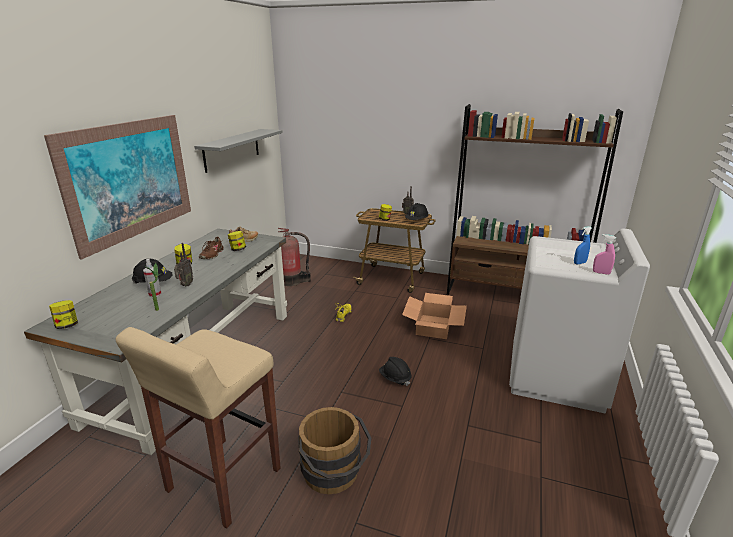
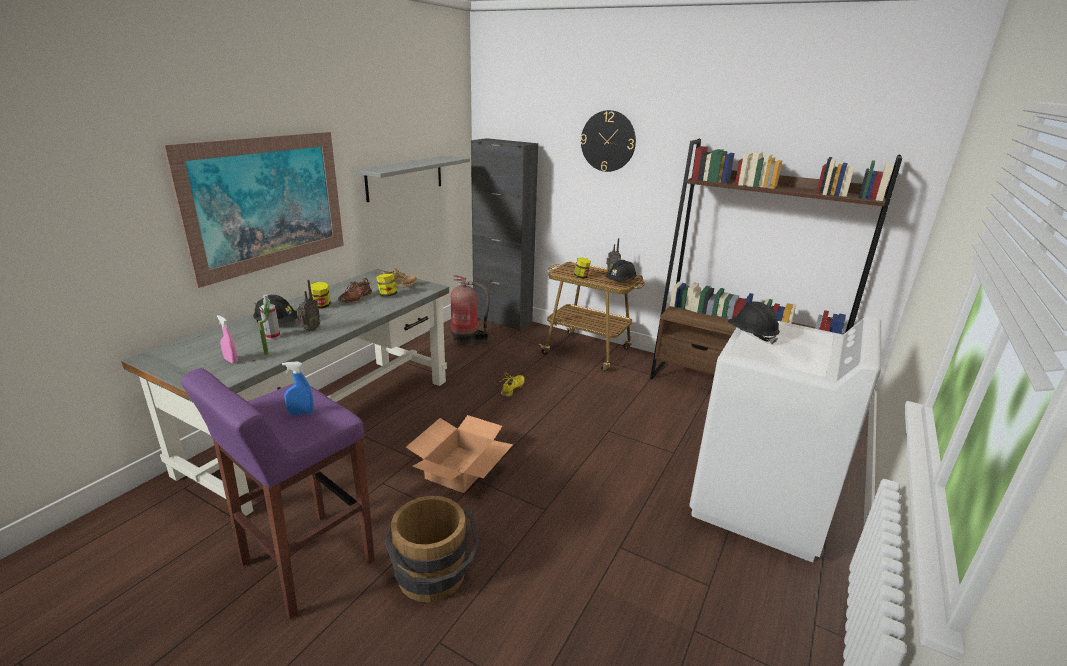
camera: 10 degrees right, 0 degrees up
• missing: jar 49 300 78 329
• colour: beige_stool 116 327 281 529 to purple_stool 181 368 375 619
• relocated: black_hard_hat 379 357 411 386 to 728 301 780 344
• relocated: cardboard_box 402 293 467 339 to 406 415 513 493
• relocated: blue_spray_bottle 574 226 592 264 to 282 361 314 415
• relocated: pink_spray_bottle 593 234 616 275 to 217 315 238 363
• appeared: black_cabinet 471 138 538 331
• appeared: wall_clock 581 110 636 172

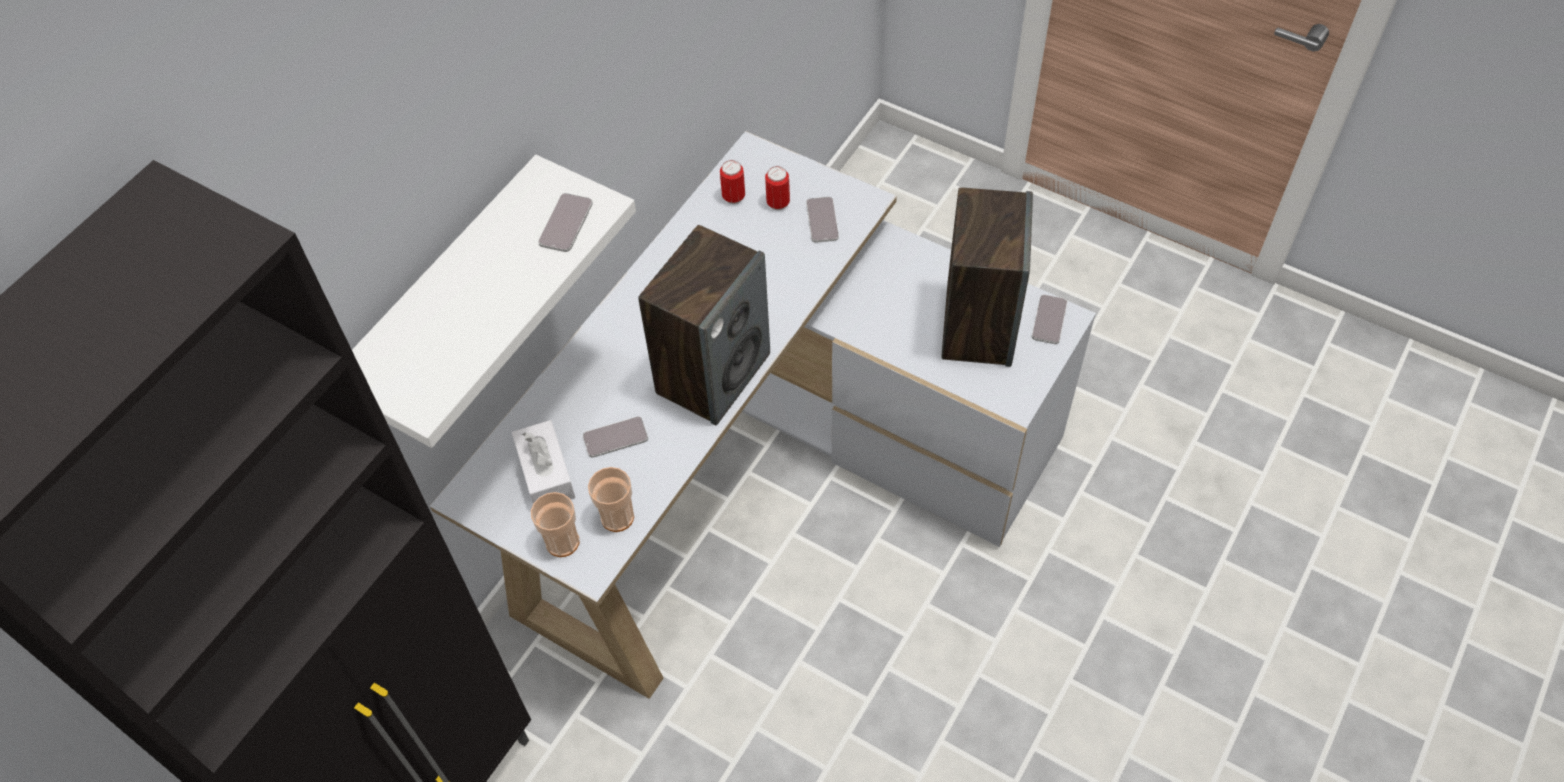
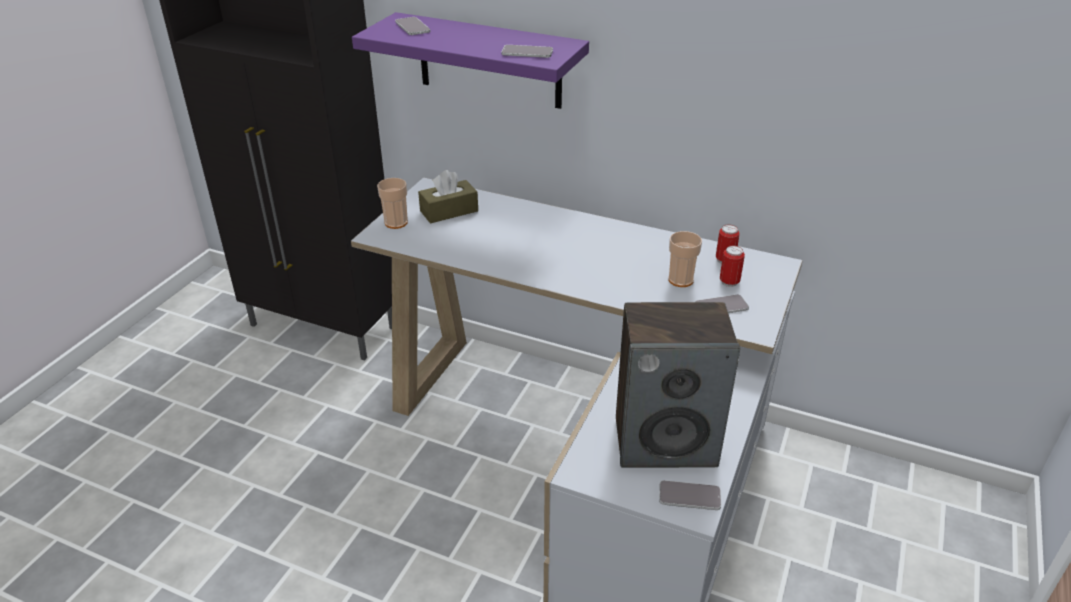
camera: 80 degrees right, 20 degrees down
• colour: white_shelf 352 155 636 448 to purple_shelf 352 12 589 109
• colour: white_tissue_box 512 420 575 503 to brown_tissue_box 418 170 478 223
• relocated: phone 583 416 648 458 to 395 17 430 35
• relocated: cup 588 467 634 532 to 668 231 702 287
• missing: speaker 638 225 770 425

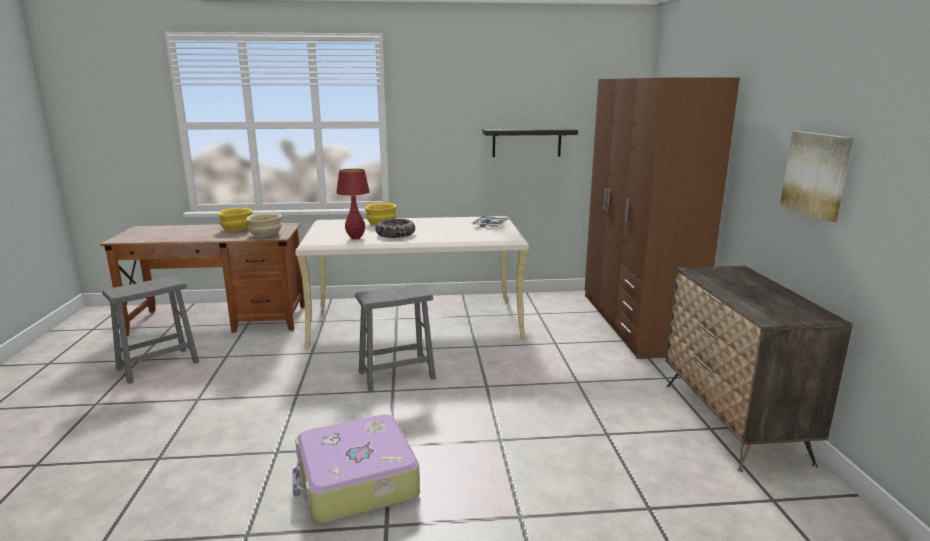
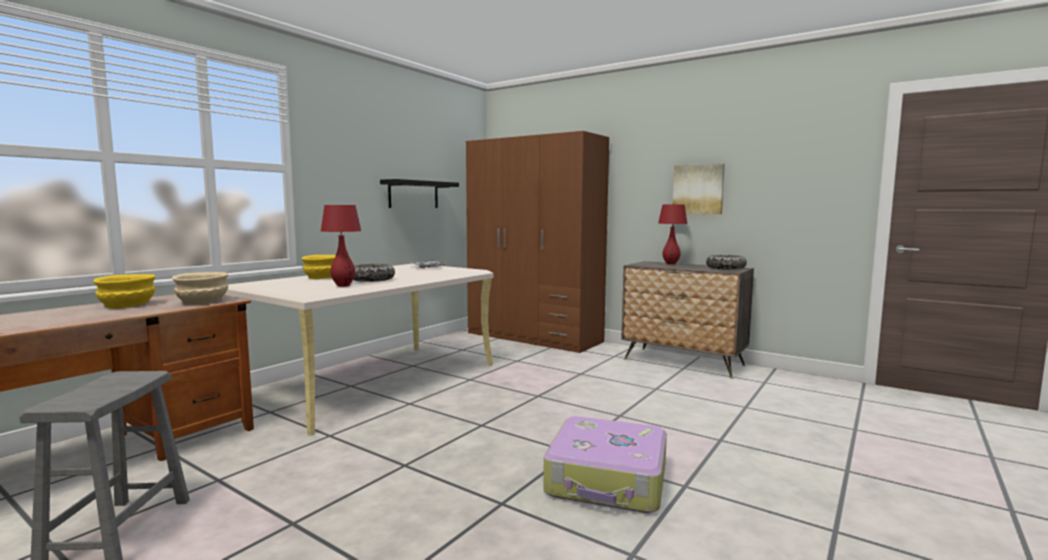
camera: 50 degrees left, 10 degrees down
• missing: grey_stool 355 284 436 392
• appeared: red_table_lamp 658 204 688 265
• appeared: bowl 706 255 747 270

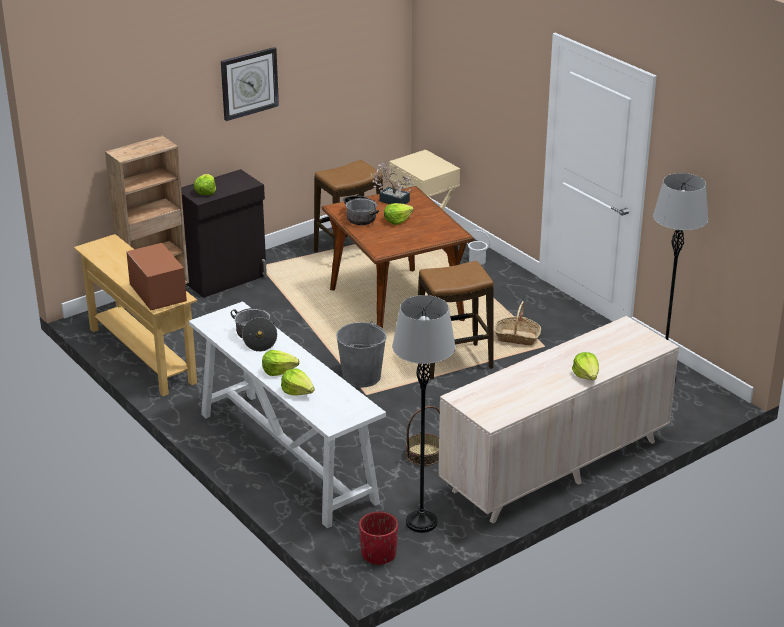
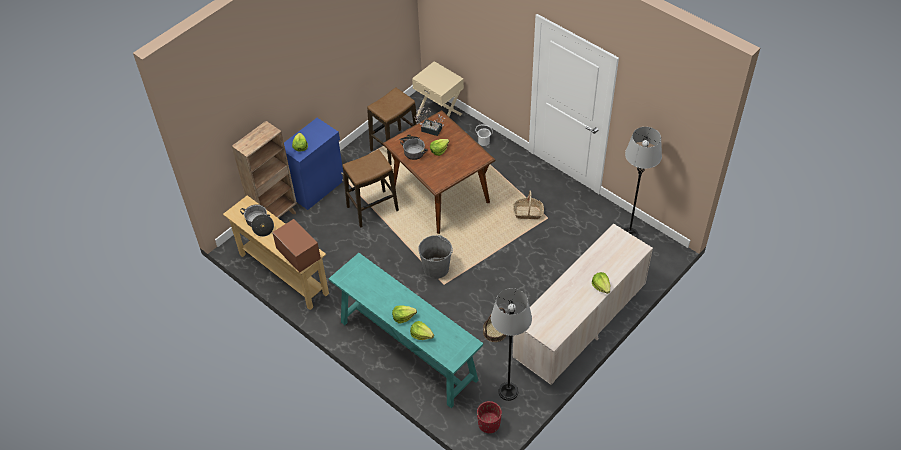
camera: 10 degrees left, 20 degrees up
• colour: black_cabinet 181 169 267 298 to blue_cabinet 284 118 344 210
• colour: white_console_table 189 301 386 528 to turquoise_console_table 329 253 483 408
• missing: wall_clock 221 47 279 121
• relocated: cooking_pot 231 308 277 352 to 240 204 274 237
• relocated: stool 418 261 493 380 to 343 149 399 228

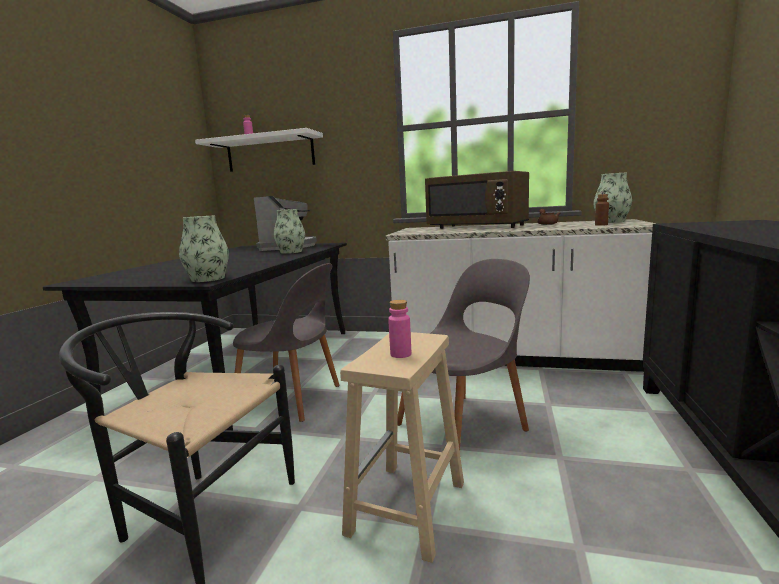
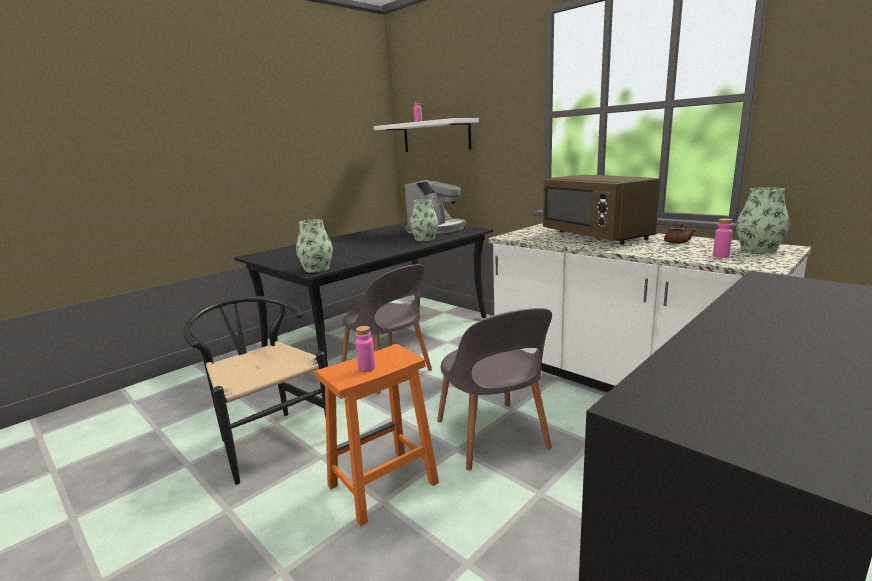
camera: 30 degrees right, 5 degrees up
• colour: beige_stool 340 332 464 563 to orange_stool 315 344 439 526
• spun: grey_chair 397 259 530 451 = 437 308 552 470 75 degrees clockwise
• colour: brown_bottle 595 194 609 226 to pink_bottle 713 218 733 258

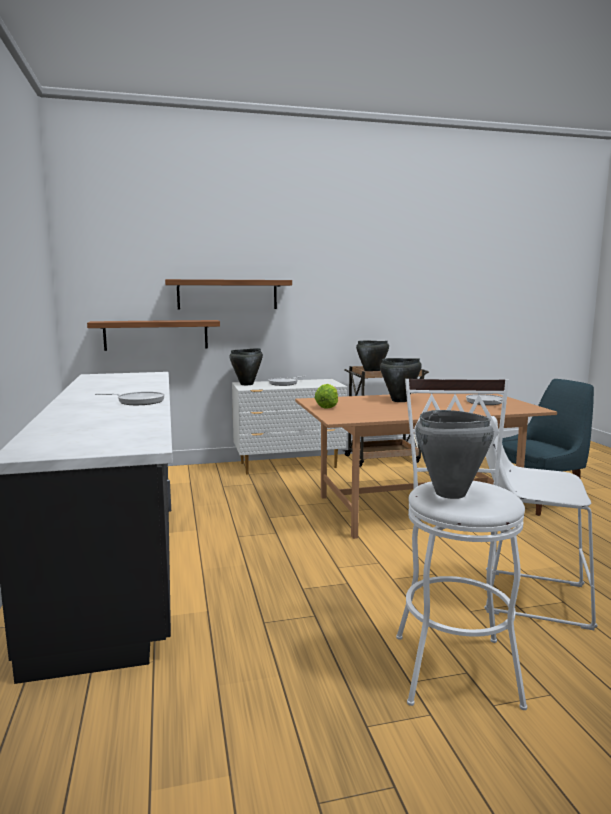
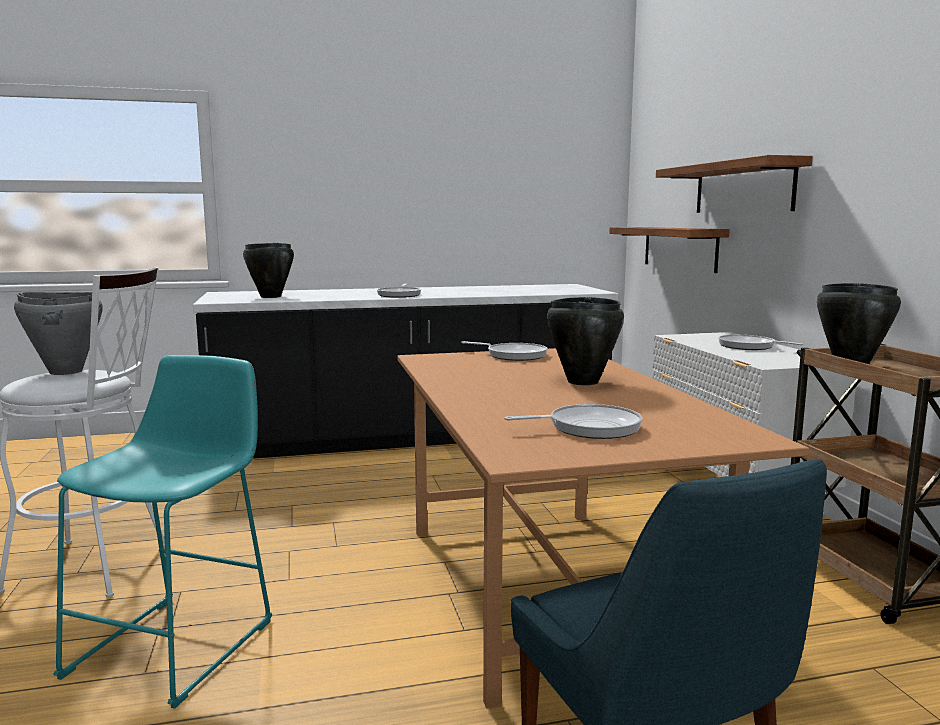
camera: 90 degrees right, 0 degrees up
• relocated: black_cooking_pot 229 348 263 385 to 243 243 294 298
• exchanged: lettuce 315 384 338 409 to frying_pan 461 341 548 361
• colour: white_stool 484 416 598 630 to turquoise_stool 53 355 272 709

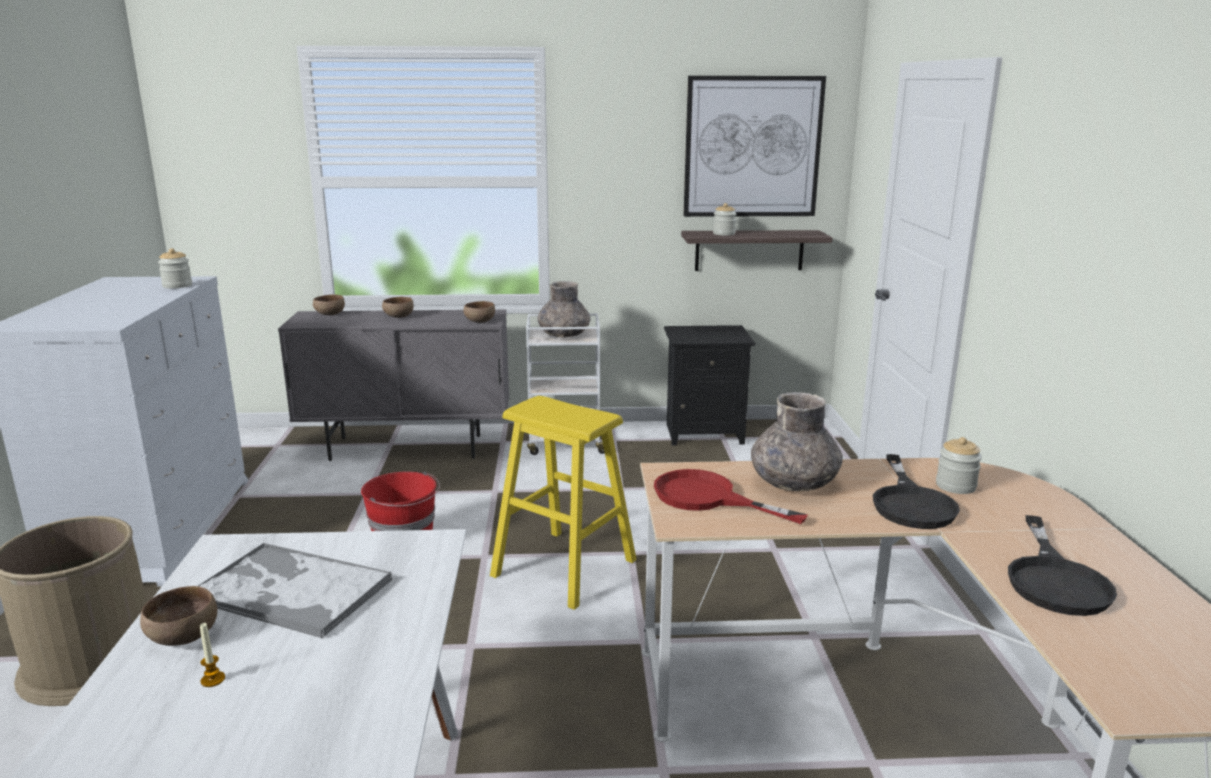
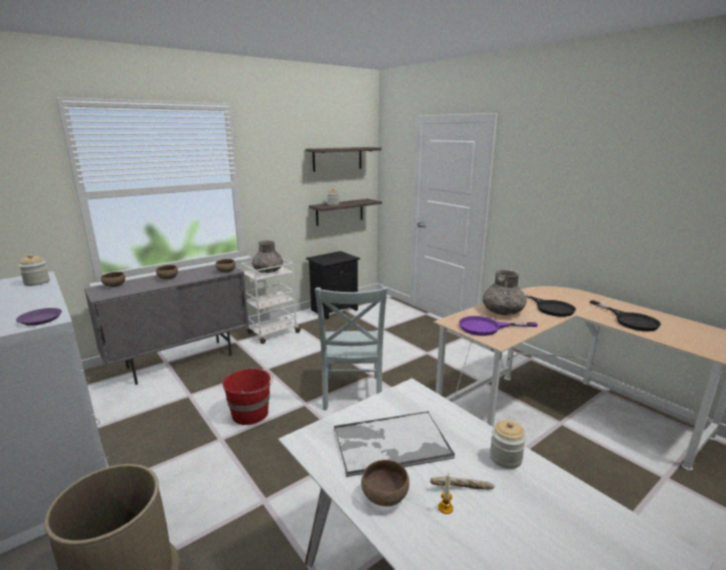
camera: 35 degrees left, 0 degrees up
• exchanged: yellow_stool 490 396 637 610 to grey_chair 315 287 387 410
• colour: red_frying_pan 654 469 808 524 to purple_frying_pan 459 316 538 336
• exchanged: picture 683 76 826 217 to shelf 305 147 382 172
• relocated: jar 936 437 982 494 to 490 420 526 469
• appeared: purple_plate 16 308 62 326
• appeared: bread 430 477 495 490

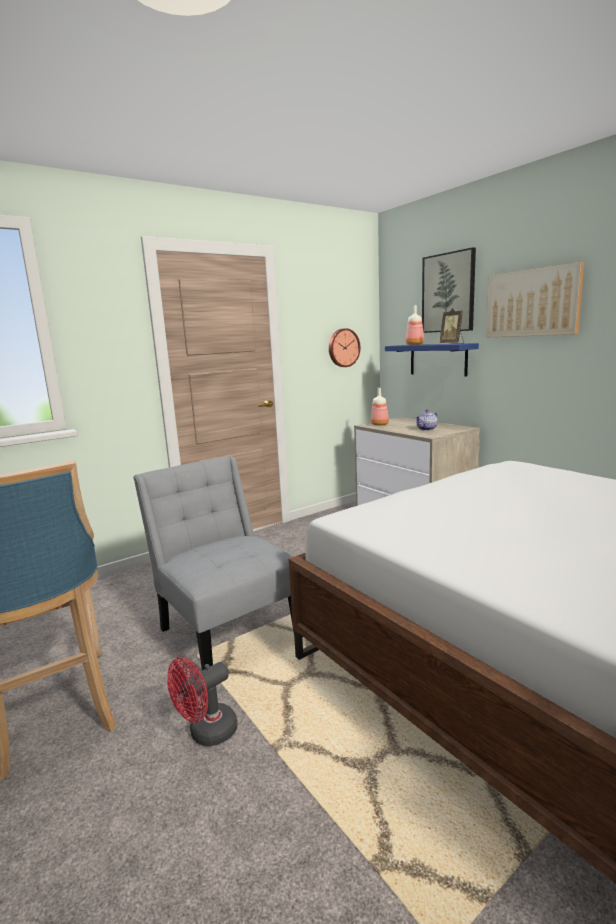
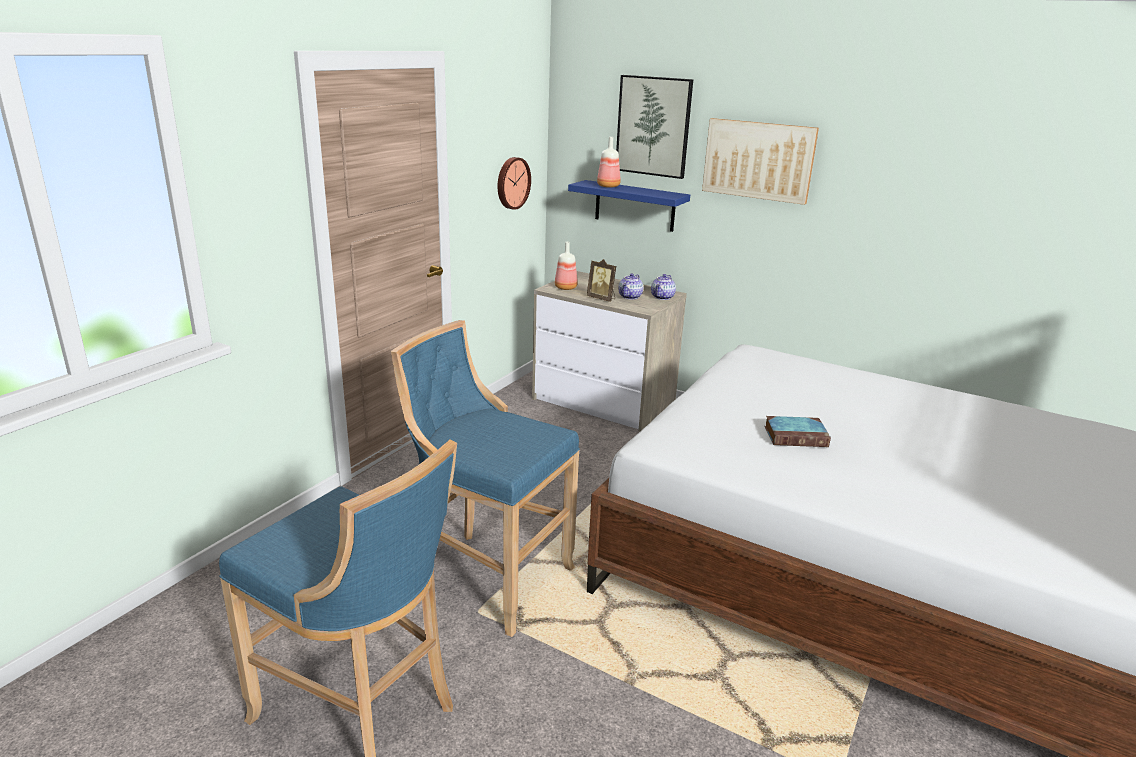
camera: 25 degrees left, 10 degrees up
• exchanged: grey_chair 133 456 303 670 to blue_stool 391 320 580 637
• missing: red_fan 167 657 238 746
• relocated: picture_frame 439 308 464 344 to 587 259 616 302
• appeared: teapot 651 274 676 300
• appeared: book 765 416 831 447

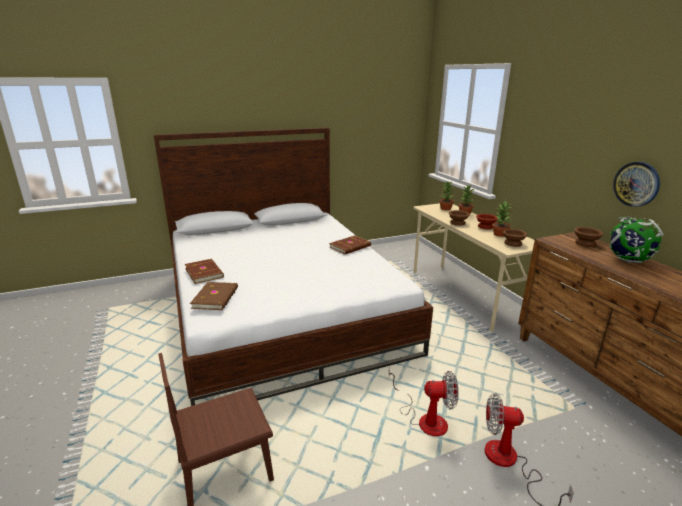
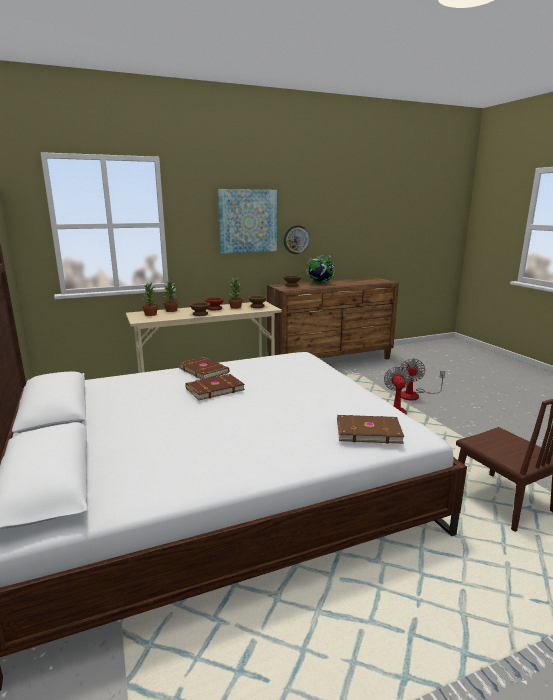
camera: 90 degrees left, 5 degrees down
• relocated: brown_book 185 259 224 284 to 185 374 245 400
• appeared: picture 218 189 277 253

